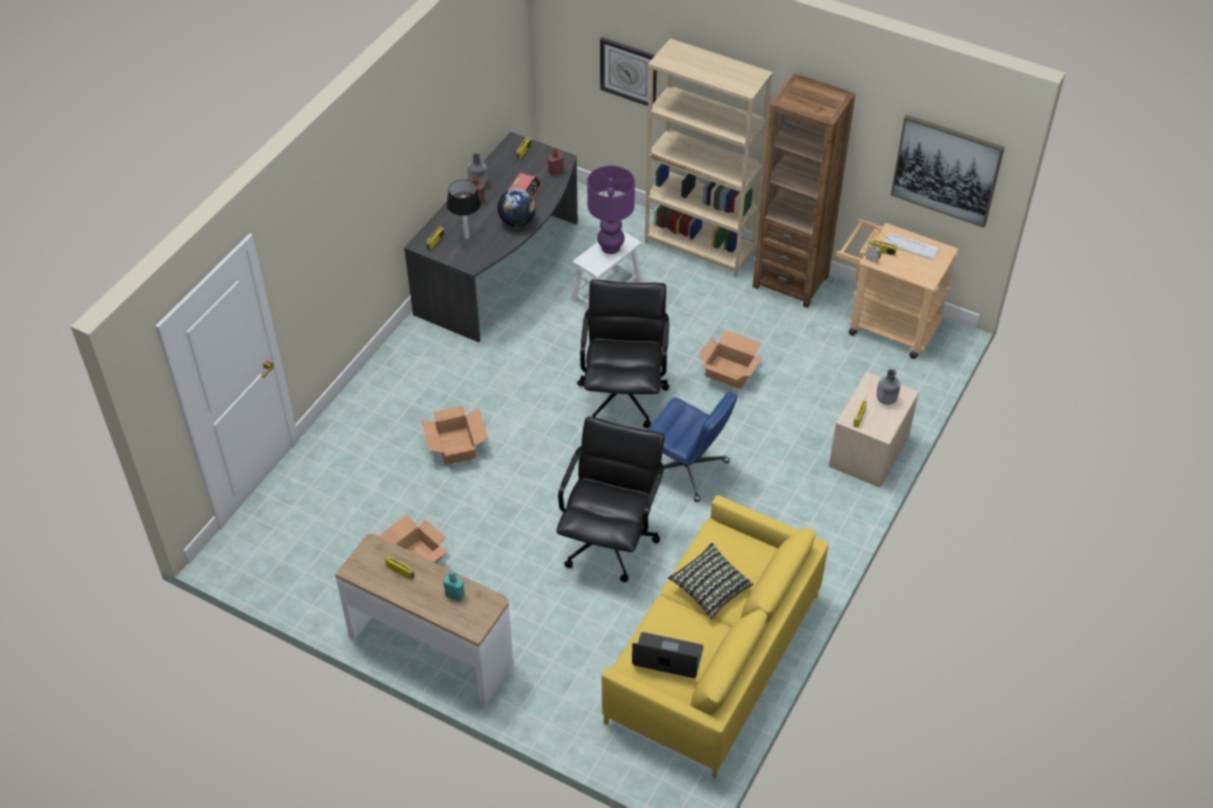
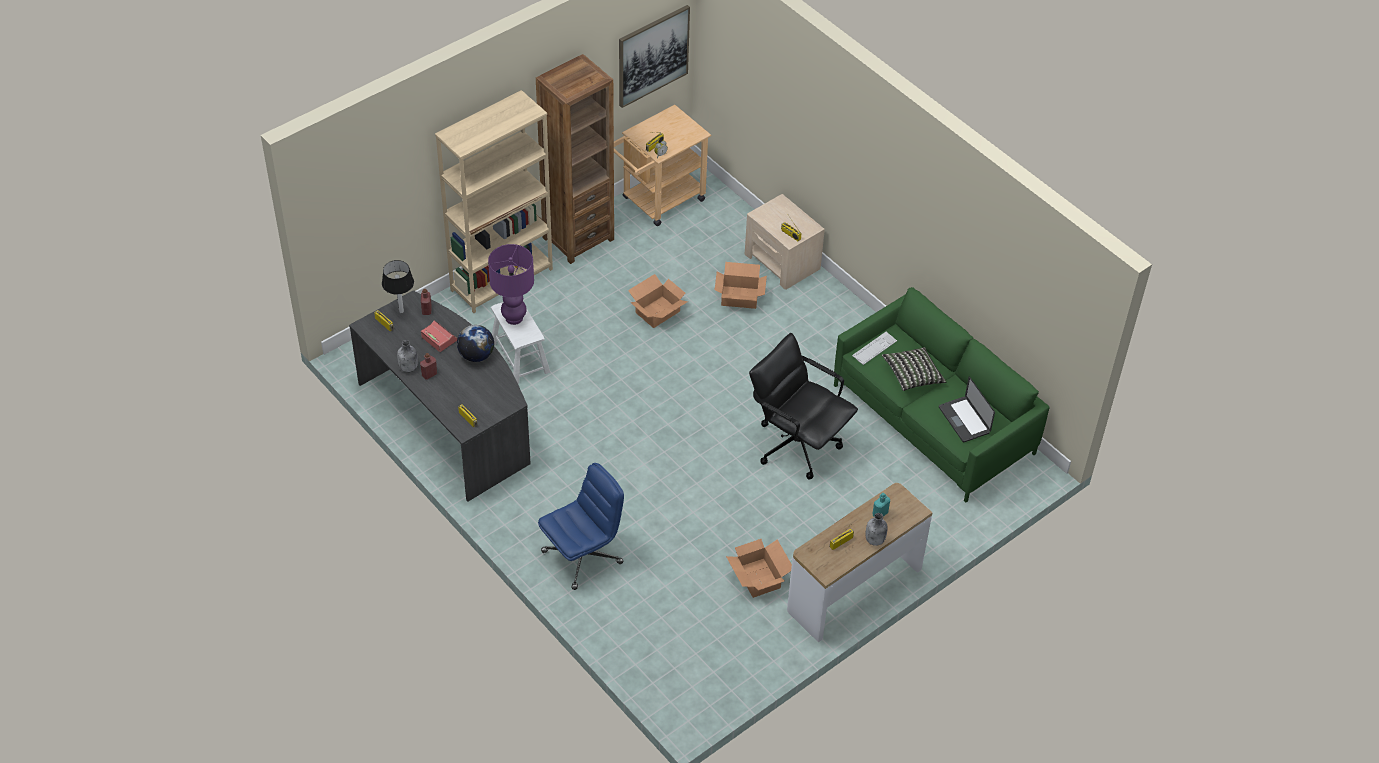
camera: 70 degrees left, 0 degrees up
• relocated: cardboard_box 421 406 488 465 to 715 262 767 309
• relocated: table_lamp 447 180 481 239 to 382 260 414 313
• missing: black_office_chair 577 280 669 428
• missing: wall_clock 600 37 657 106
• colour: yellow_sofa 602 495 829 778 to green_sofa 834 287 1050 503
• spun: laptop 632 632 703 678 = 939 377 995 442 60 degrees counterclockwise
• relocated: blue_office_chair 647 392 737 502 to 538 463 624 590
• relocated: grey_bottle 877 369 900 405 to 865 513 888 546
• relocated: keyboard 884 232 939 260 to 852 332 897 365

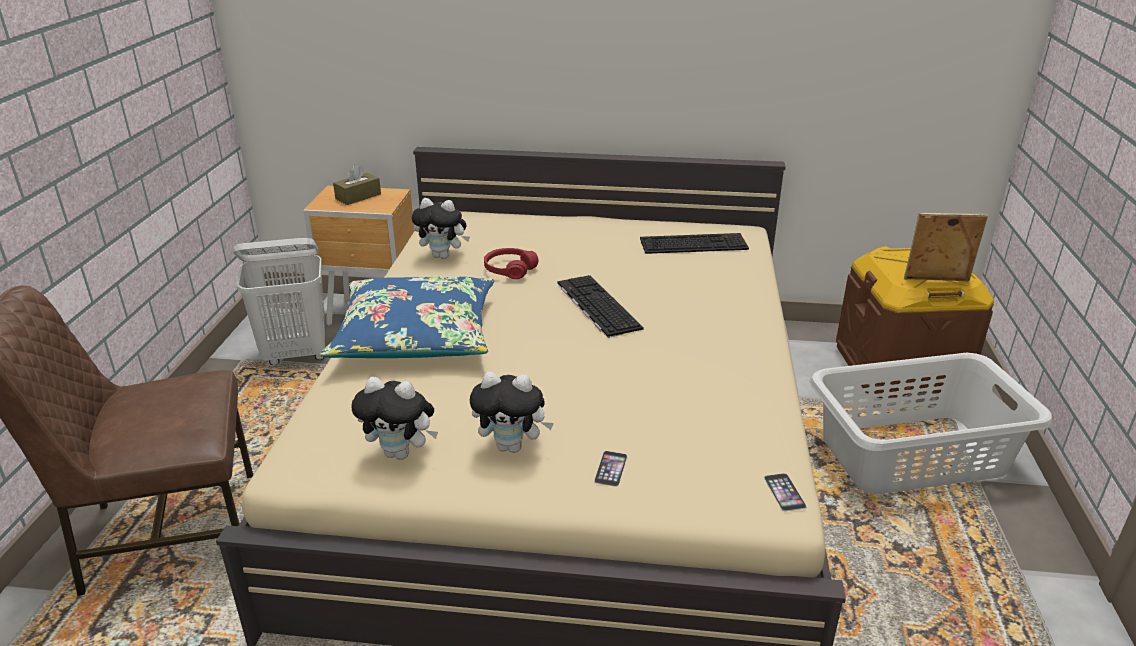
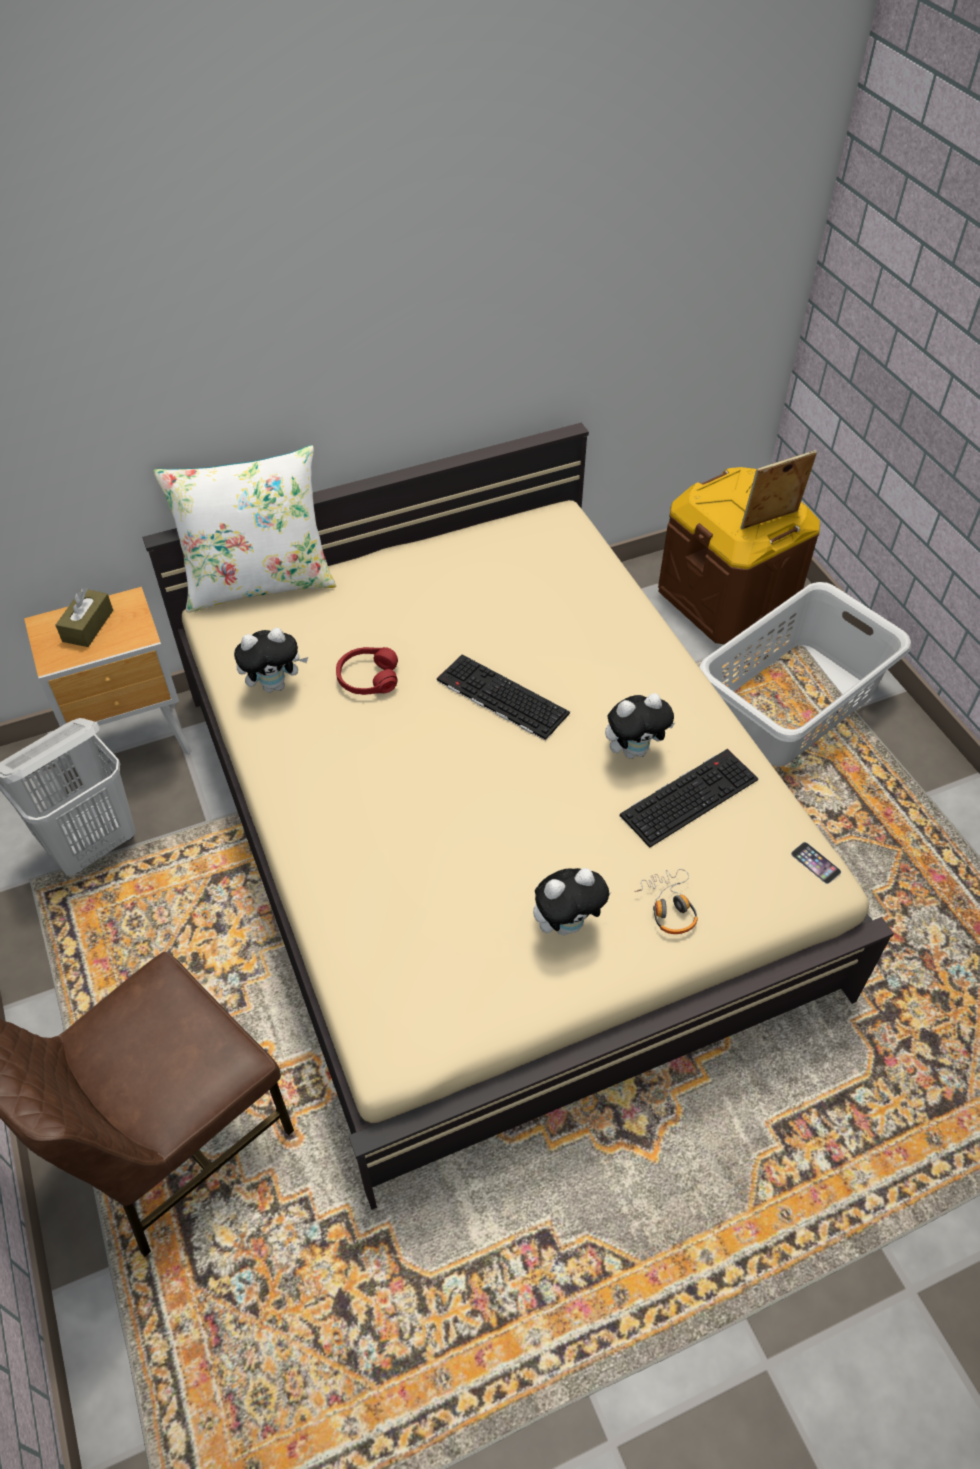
camera: 30 degrees left, 20 degrees up
• missing: blue_pillow 320 277 494 358
• relocated: plush_toy 351 377 438 460 to 605 693 675 759
• exchanged: phone 594 451 627 487 to headphones 634 869 698 934
• relocated: keyboard 640 233 749 254 to 620 749 758 848
• appeared: white_pillow 153 445 336 613

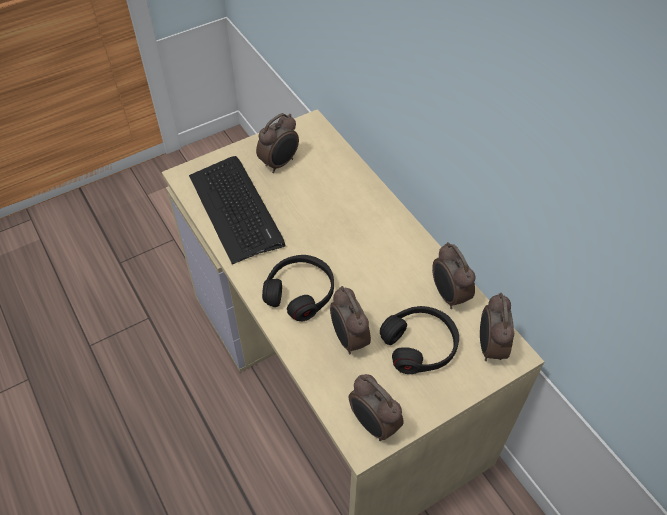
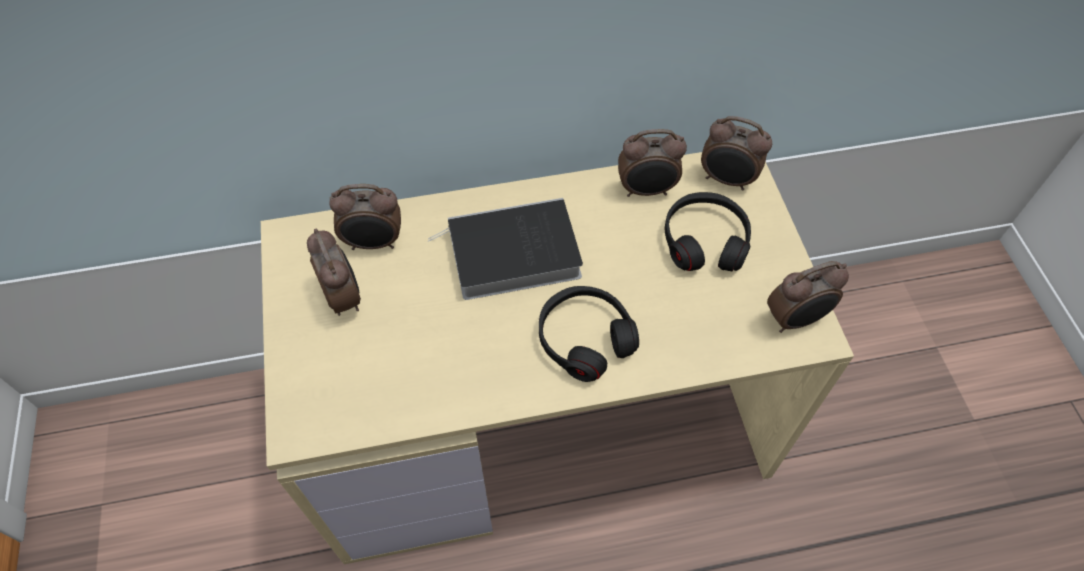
camera: 70 degrees left, 5 degrees up
• missing: keyboard 189 156 286 264
• relocated: alarm_clock 330 286 371 354 to 329 184 401 250
• appeared: book 428 198 583 300

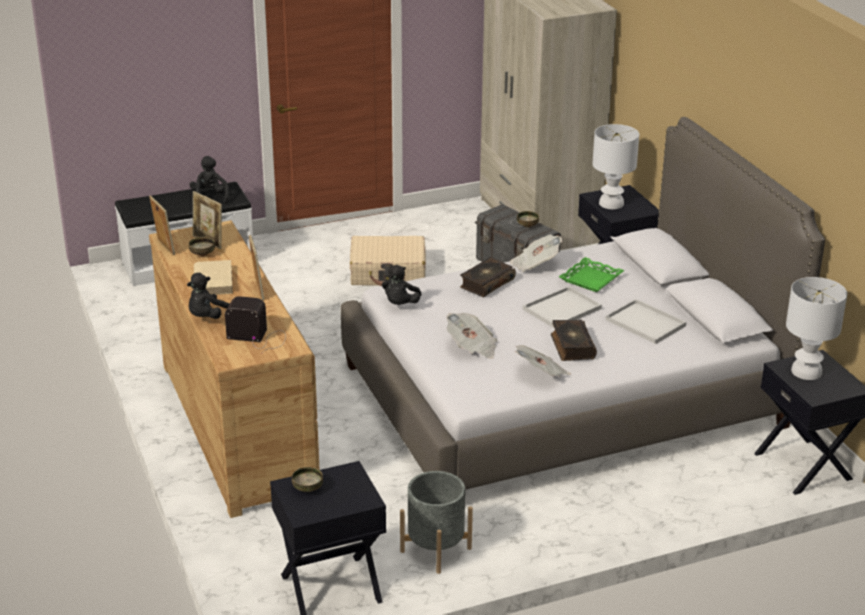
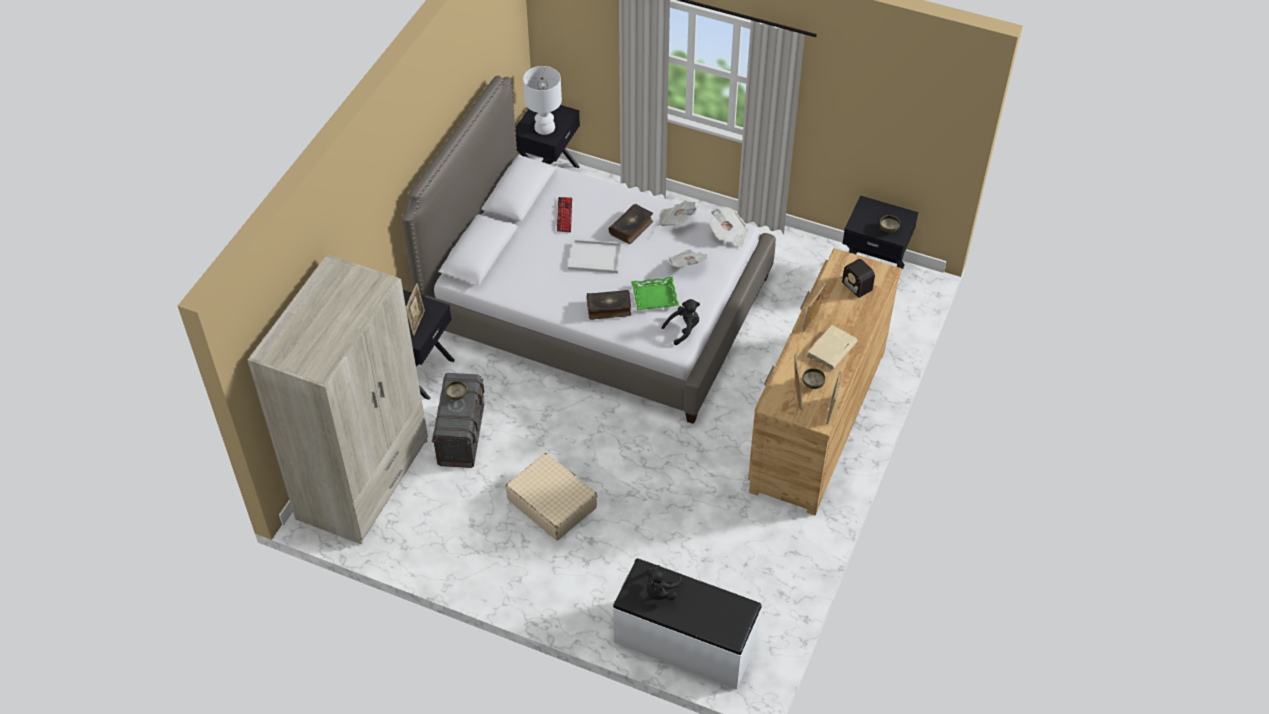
camera: 135 degrees left, 20 degrees up
• missing: black_plush_toy 187 272 230 319
• missing: grey_planter 400 471 473 574
• relocated: newspaper 510 234 563 272 to 709 207 748 247
• relocated: green_tray 559 257 625 292 to 631 277 679 310
• exchanged: white_table_lamp 592 124 639 209 to picture_frame 406 283 425 335
• exchanged: white_tray 605 299 686 344 to keyboard 557 197 572 232

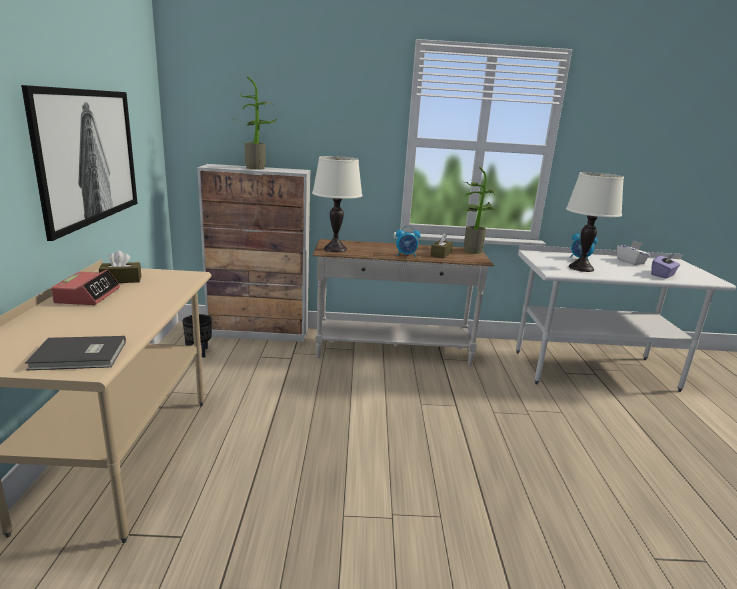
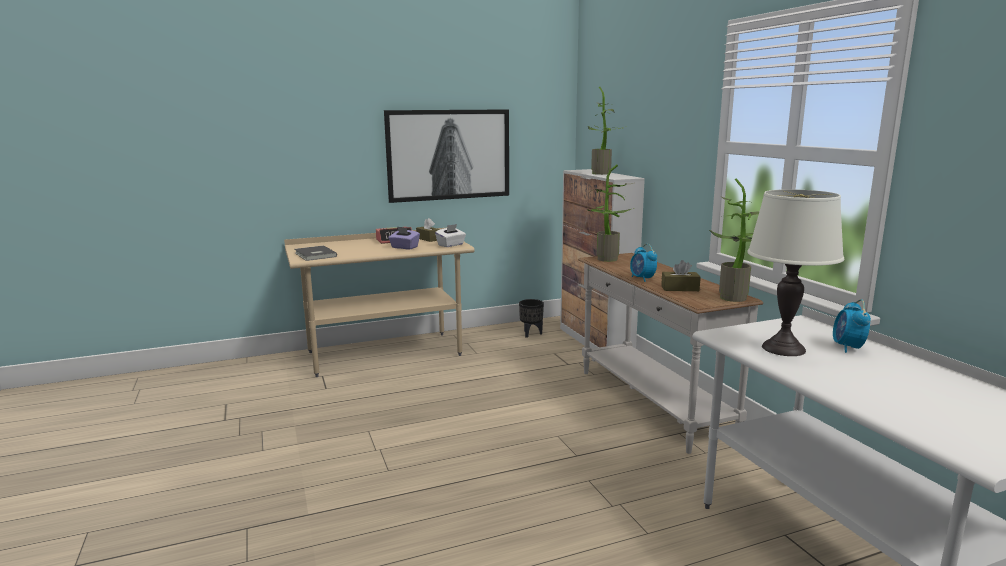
camera: 70 degrees right, 5 degrees down
• exchanged: white_table_lamp 312 156 363 252 to potted_plant 587 164 634 262
• relocated: white_tissue_box 617 240 650 265 to 435 224 466 247
• relocated: purple_tissue_box 651 254 680 278 to 388 226 420 249

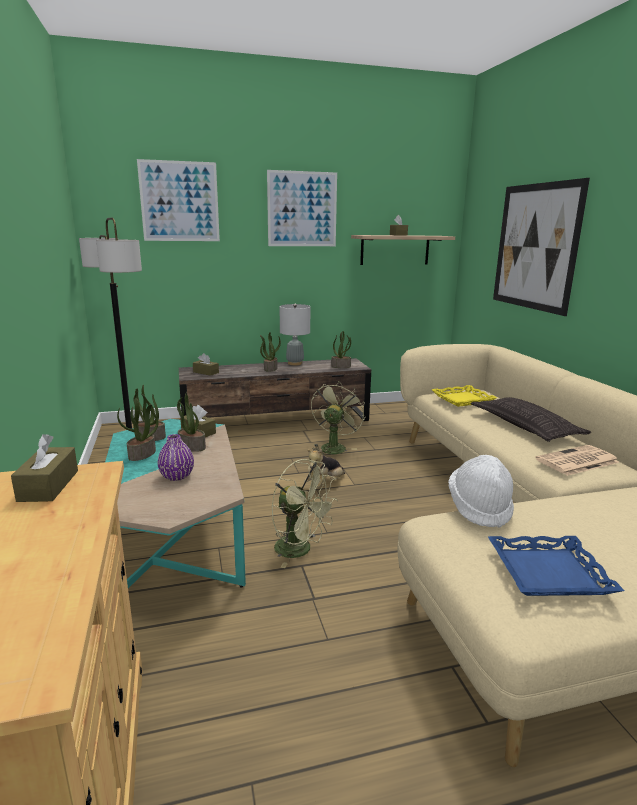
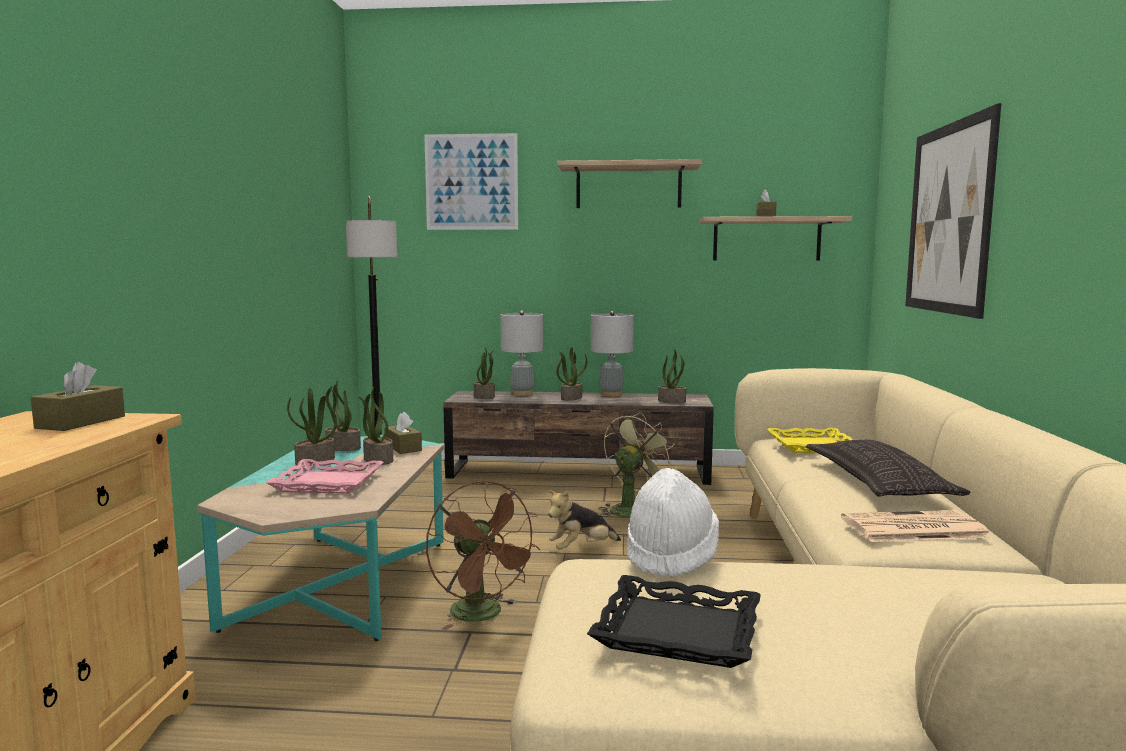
camera: 20 degrees right, 10 degrees down
• exchanged: purple_vase 158 434 194 481 to pink_tray 266 459 383 494
• exchanged: brown_tissue_box 193 353 219 376 to potted_plant 474 347 495 399
• exchanged: picture 267 170 337 246 to shelf 557 159 702 208
• colour: green_fan 271 459 338 568 to brown_fan 426 481 540 630
• colour: blue_tray 488 536 624 596 to black_tray 587 575 761 668
• appeared: grey_table_lamp 501 311 543 396

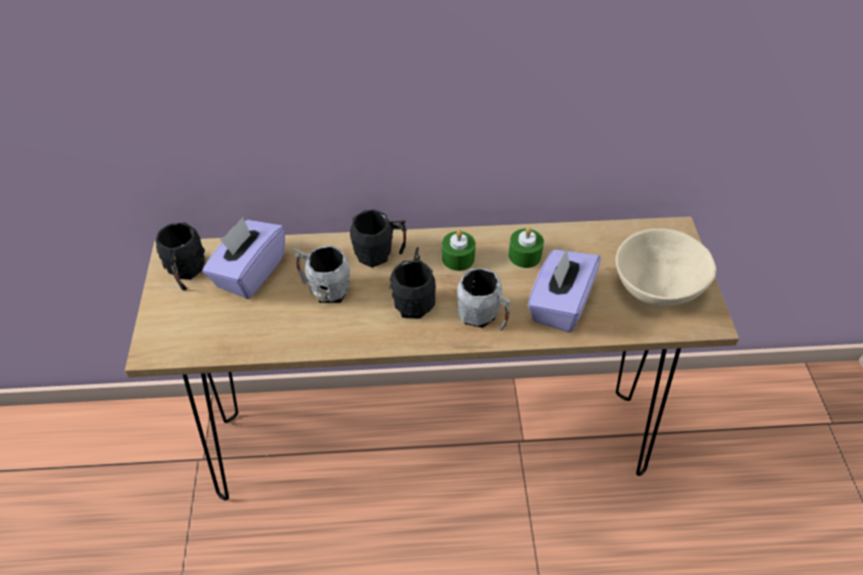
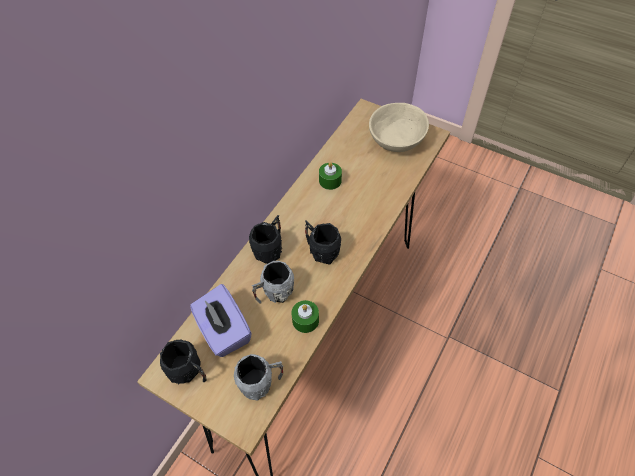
camera: 55 degrees left, 5 degrees up
• relocated: green_candle 442 230 476 271 to 291 300 319 333
• relocated: grey_mug 457 268 510 331 to 234 354 283 401
• missing: purple_tissue_box 528 248 601 333

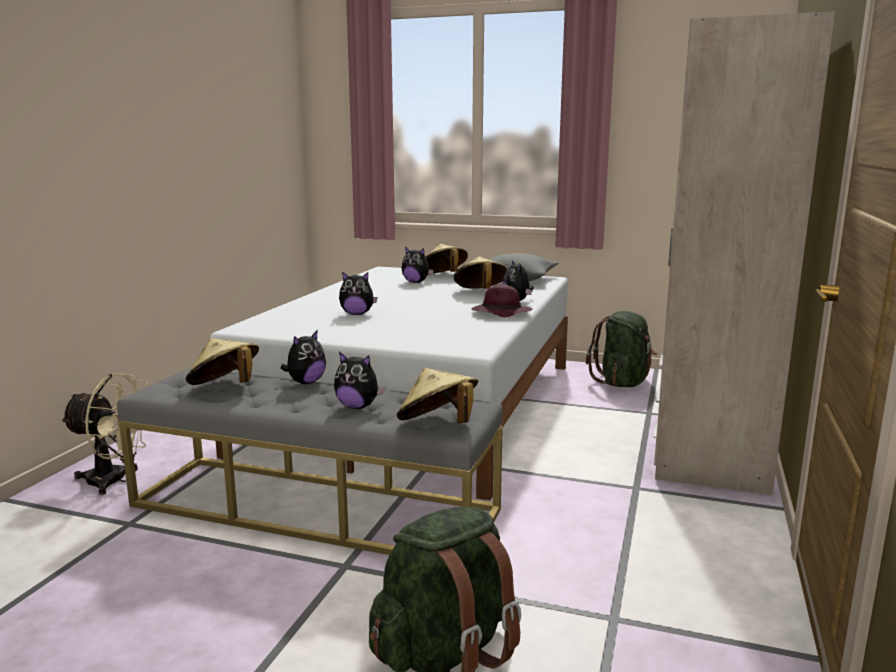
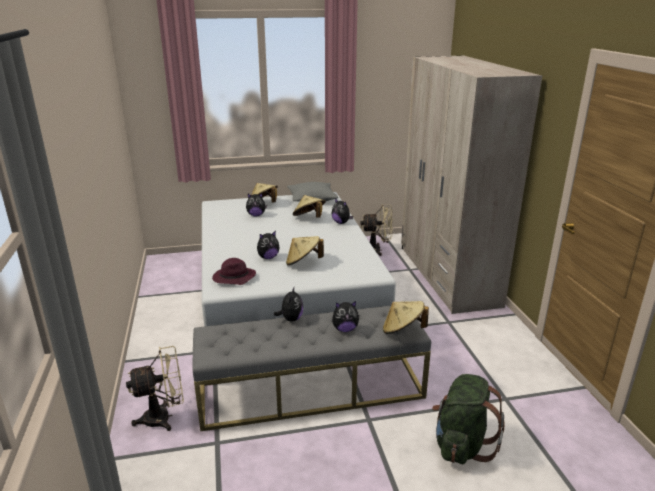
camera: 30 degrees left, 10 degrees up
• relocated: beige_hat 186 338 259 385 to 286 236 324 266
• relocated: purple_hat 472 284 532 318 to 212 258 256 285
• exchanged: green_backpack 586 311 657 387 to beige_fan 360 204 393 256

